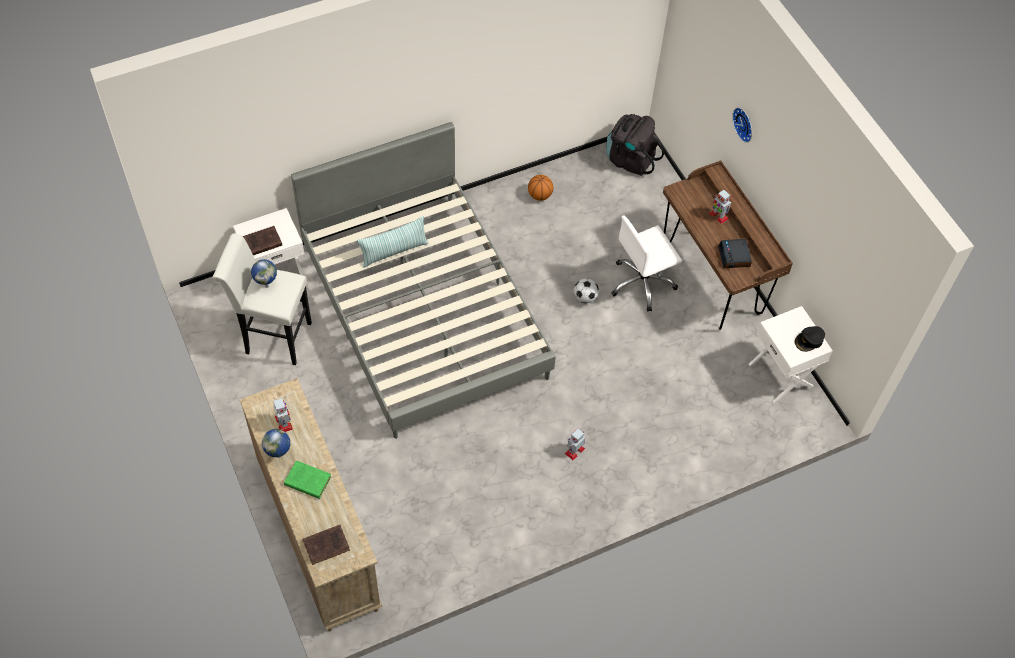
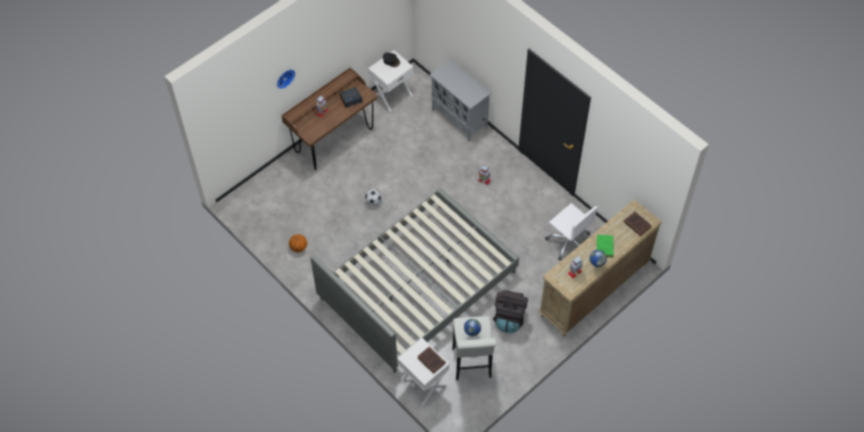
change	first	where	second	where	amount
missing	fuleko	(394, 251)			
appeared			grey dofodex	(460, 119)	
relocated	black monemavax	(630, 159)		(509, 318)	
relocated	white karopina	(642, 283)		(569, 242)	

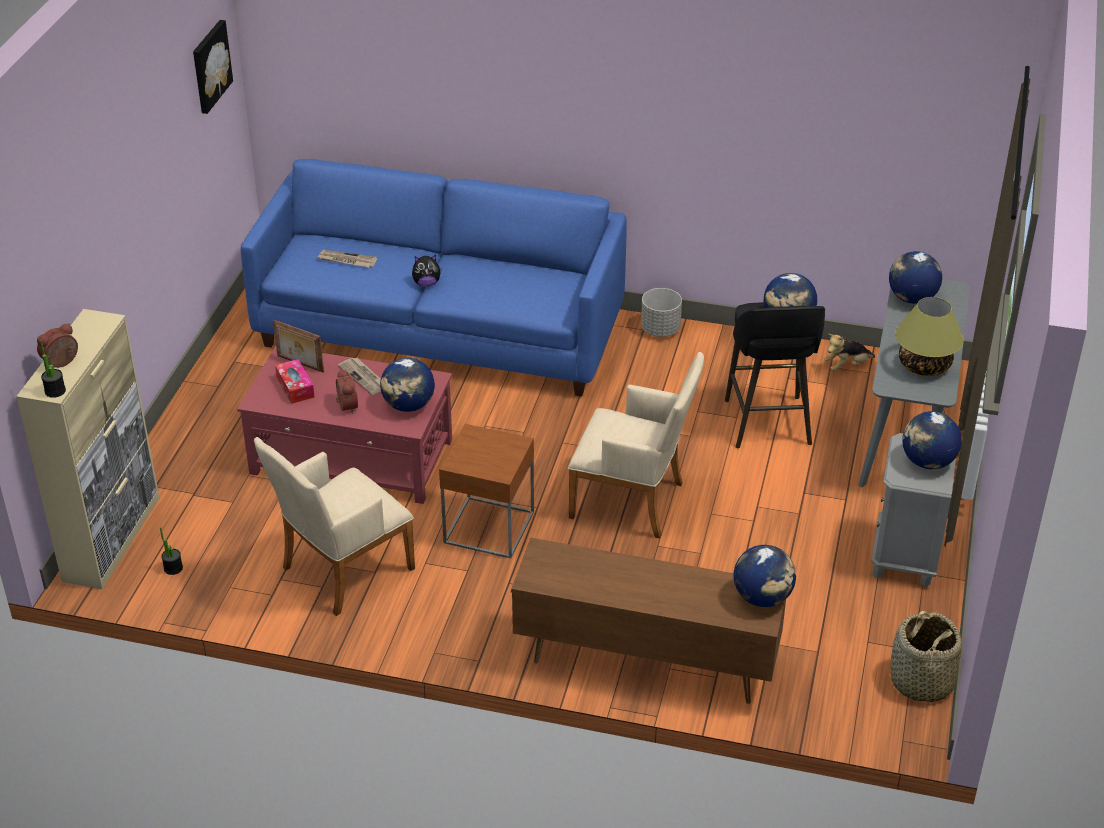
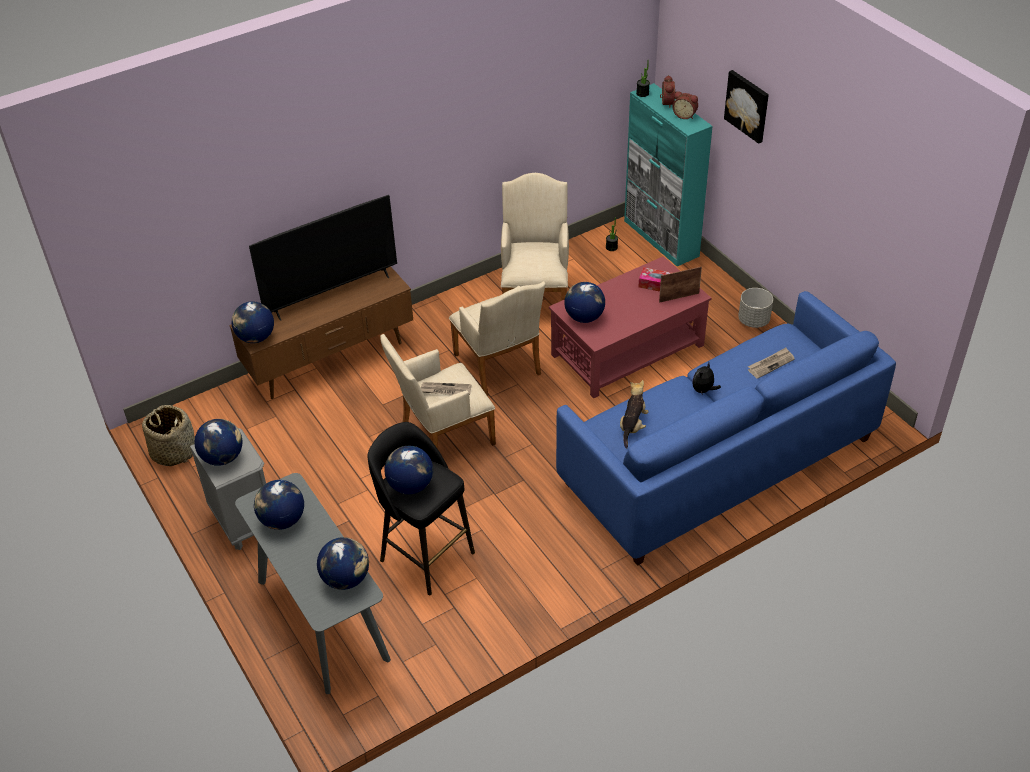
change	first	where	second	where	amount
appeared			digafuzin	(331, 294)	
relocated	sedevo	(210, 66)		(748, 105)	
relocated	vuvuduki	(345, 406)		(685, 115)	
relocated	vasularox	(364, 377)		(445, 390)	
relocated	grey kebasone	(660, 329)		(753, 321)	
relocated	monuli	(847, 366)		(632, 426)	
exchanged	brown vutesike	(489, 527)	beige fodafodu	(499, 368)	
exchanged	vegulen	(924, 365)	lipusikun	(282, 520)	
colour	beige dofodex	(112, 538)	turquoise dofodex	(661, 238)	

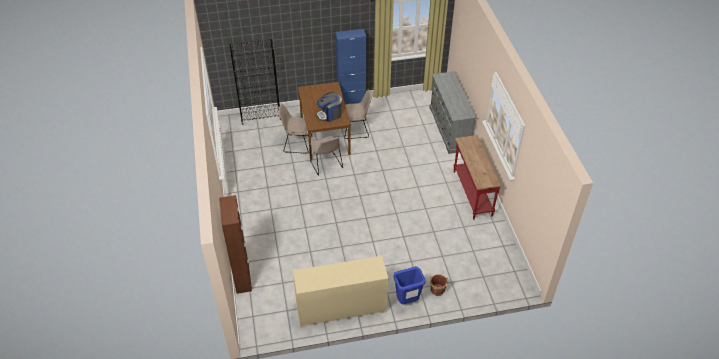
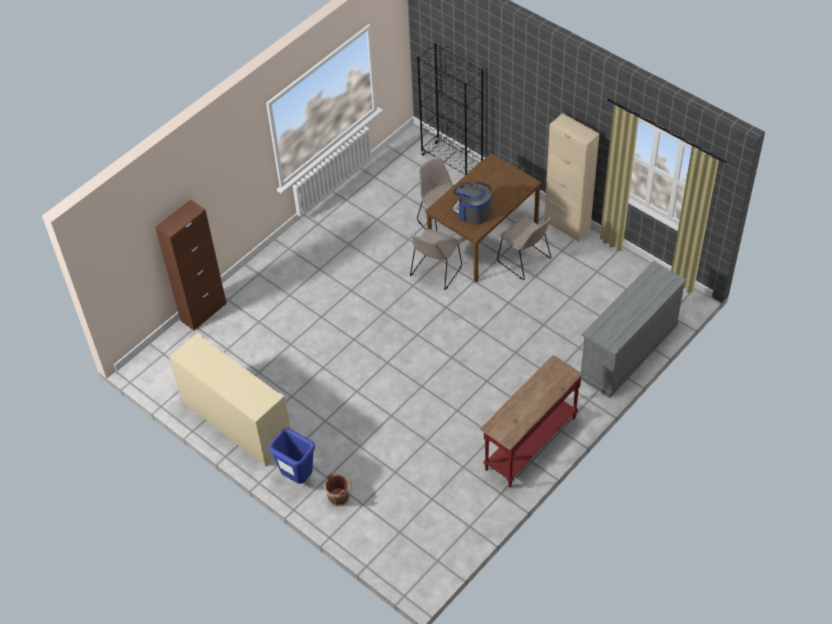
change	first	where	second	where	amount
colour	blue dofodex	(351, 103)	beige dofodex	(567, 226)	

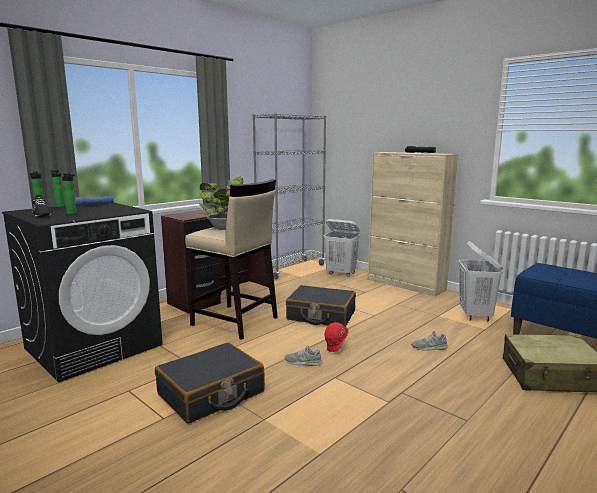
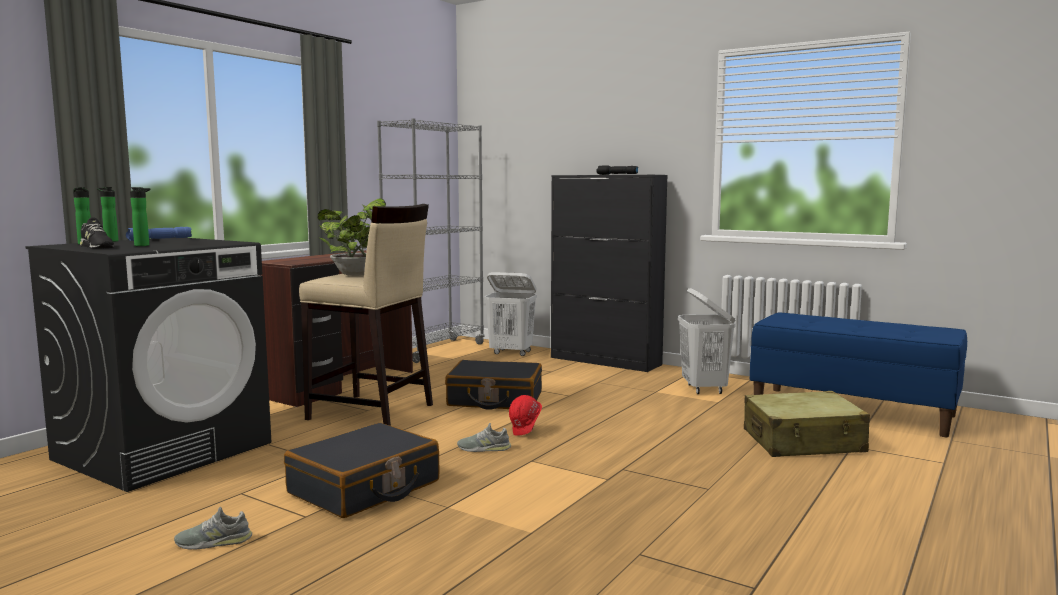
change	first	where	second	where	amount
relocated	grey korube	(429, 347)		(213, 542)	
colour	beige dofodex	(406, 285)	black dofodex	(605, 361)	

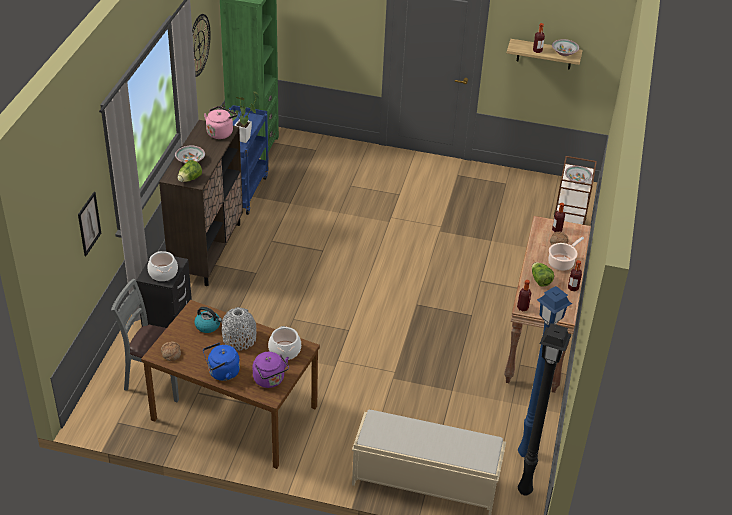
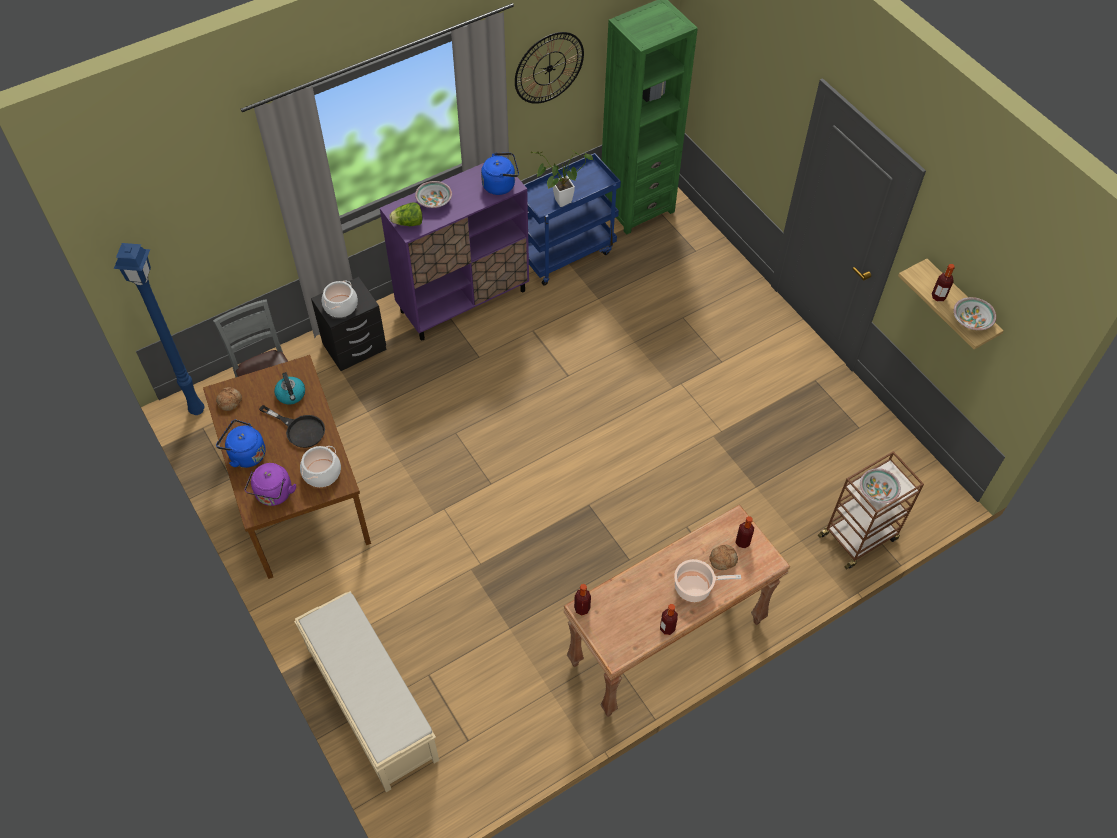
change	first	where	second	where	amount
missing	sedevo	(89, 224)			
missing	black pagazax	(525, 491)			
missing	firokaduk	(540, 280)			
relocated	blue pagazax	(524, 454)		(195, 410)	
exchanged	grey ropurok	(239, 339)	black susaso	(300, 429)	
colour	brown dofodex	(207, 250)	purple dofodex	(463, 300)	
colour	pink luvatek	(220, 132)	blue luvatek	(501, 185)	

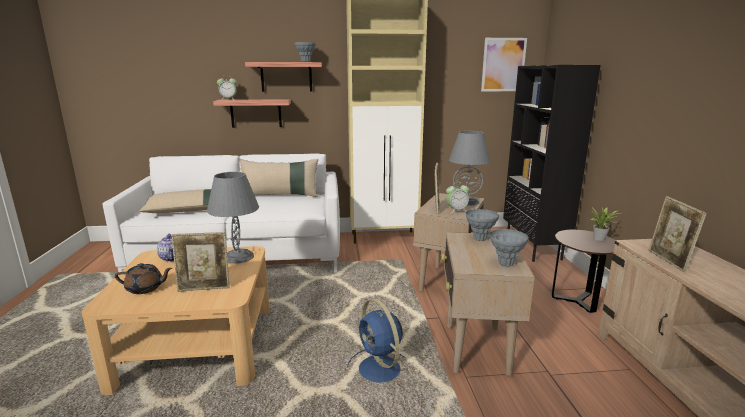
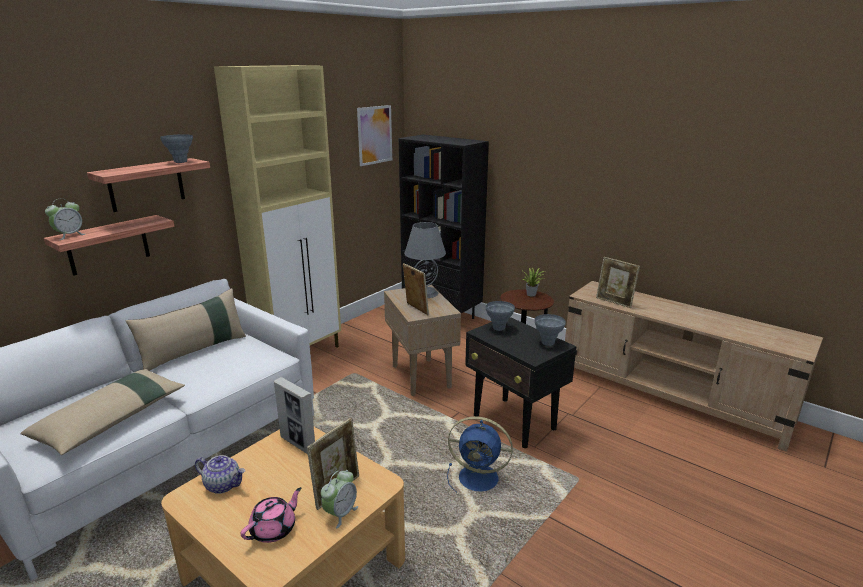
change	first	where	second	where	amount
relocated	vuvuduki	(456, 211)		(340, 513)	
exchanged	grey vegulen	(238, 257)	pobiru	(298, 443)	
colour	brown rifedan	(145, 288)	pink rifedan	(274, 529)	
colour	beige vutesike	(476, 349)	black vutesike	(514, 423)	

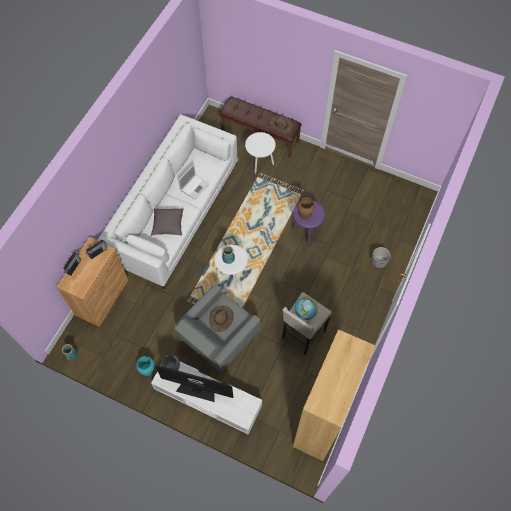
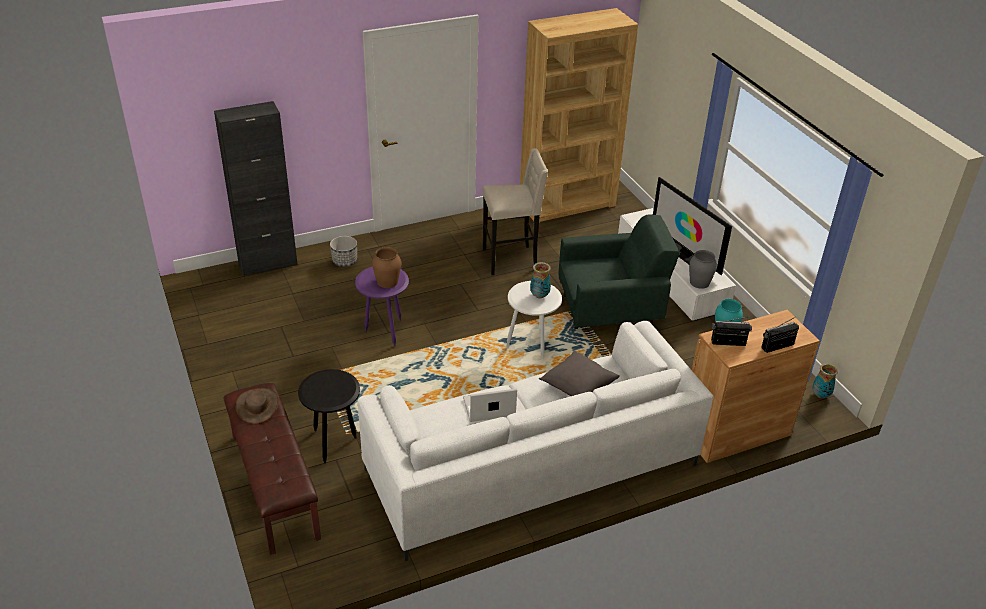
change	first	where	second	where	amount
missing	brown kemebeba	(221, 318)			
missing	lipusikun	(305, 312)			
appeared			black dofodex	(268, 264)	
colour	grey fodafodu	(217, 338)	green fodafodu	(611, 309)	
colour	white vutesike	(260, 166)	black vutesike	(334, 443)	

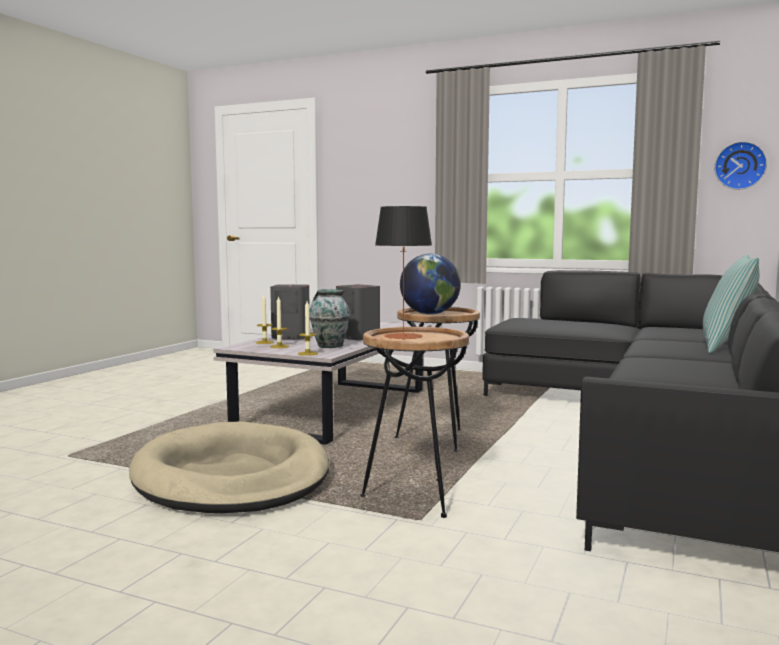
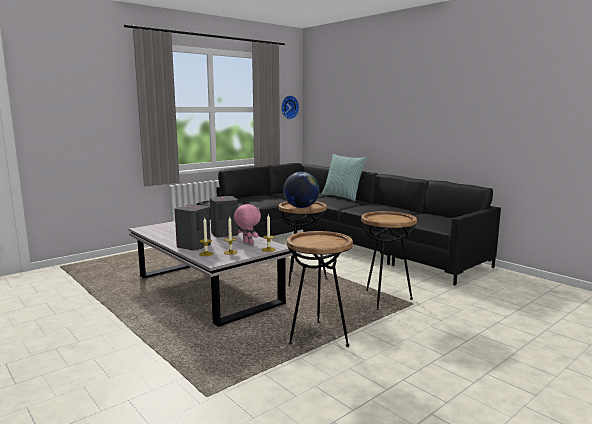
change	first	where	second	where	amount
missing	vegulen	(403, 336)			
exchanged	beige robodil	(232, 477)	brown vutesike	(318, 337)	
exchanged	ropurok	(329, 346)	pink monuli	(247, 243)	

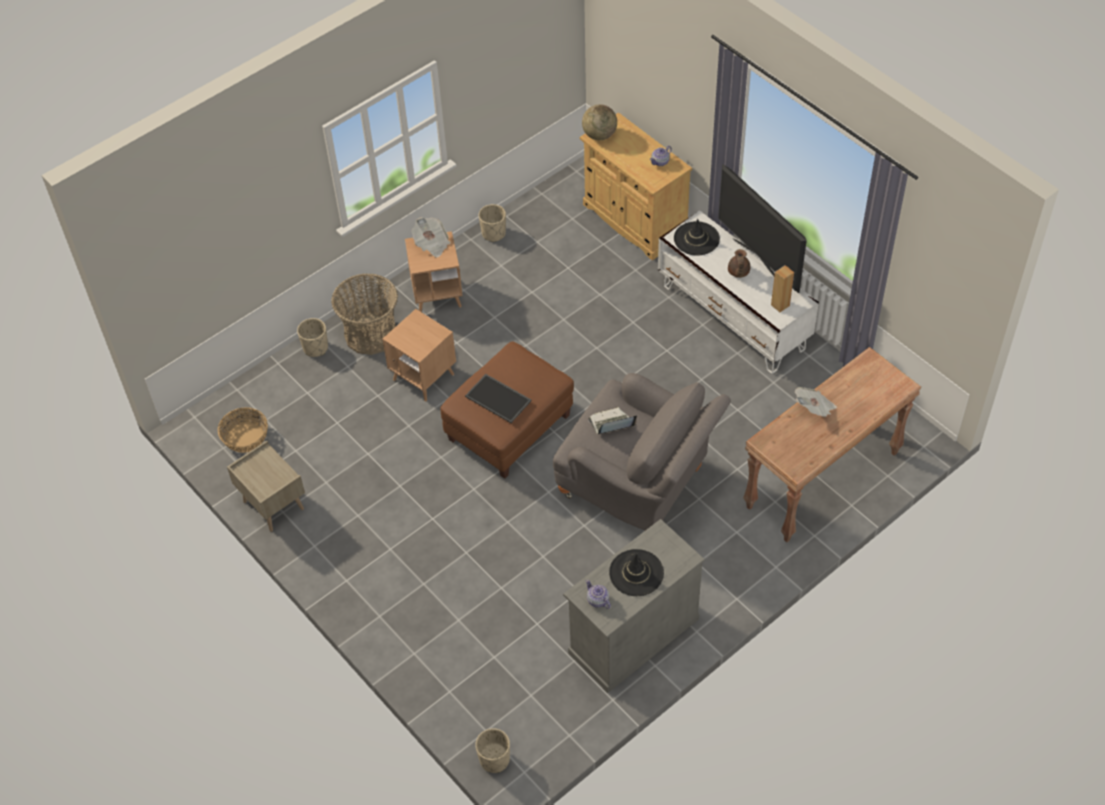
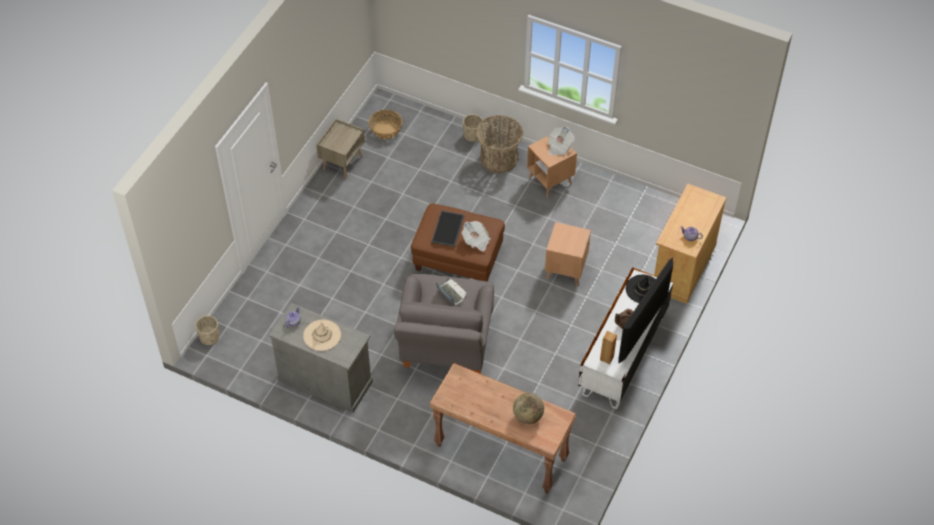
change	first	where	second	where	amount
missing	beige kebasone	(493, 233)			
relocated	brown vutesike	(423, 377)		(566, 270)	
relocated	lipusikun	(599, 135)		(528, 416)	
relocated	vasularox	(814, 408)		(476, 241)	
colour	black kemebeba	(636, 573)	beige kemebeba	(322, 335)	

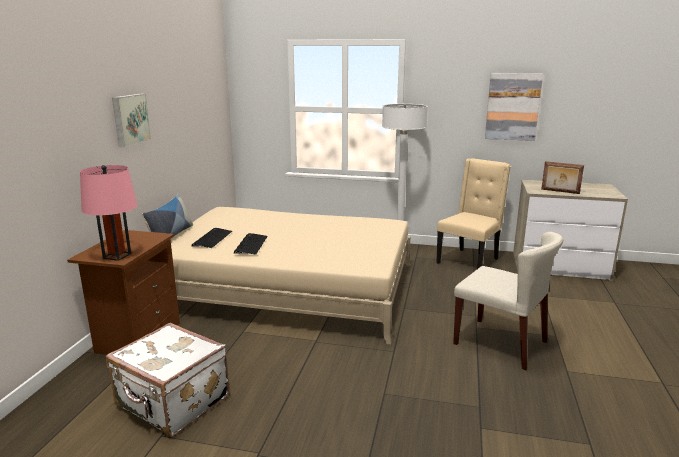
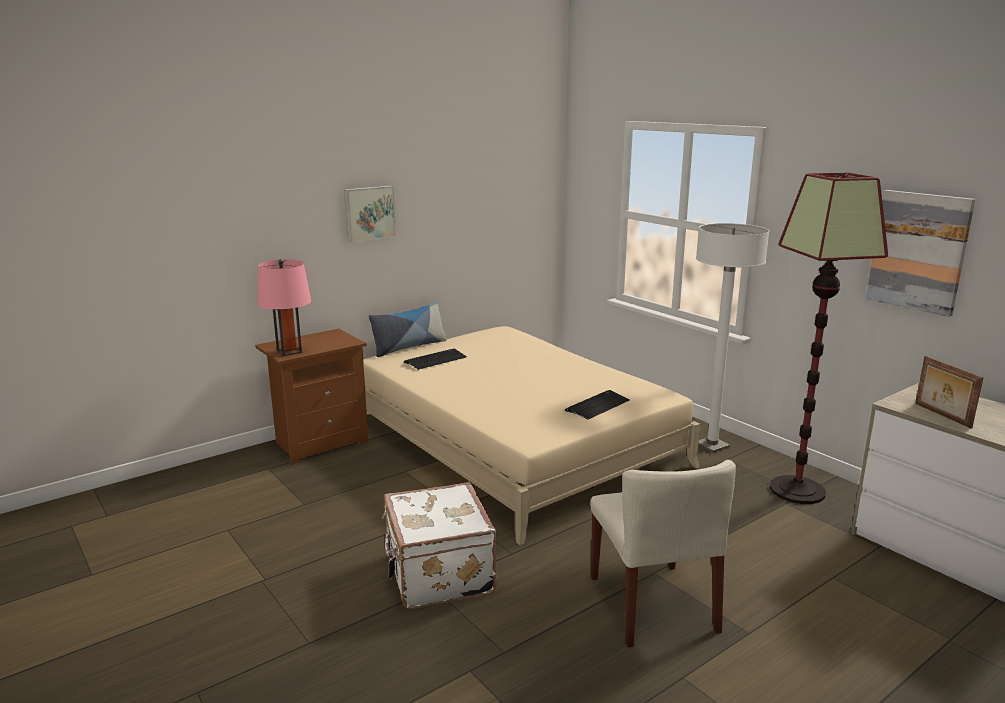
change	first	where	second	where	amount
relocated	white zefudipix	(172, 403)		(437, 574)	
relocated	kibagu	(251, 245)		(597, 405)	
exchanged	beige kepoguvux	(469, 261)	pagazax	(797, 490)	

